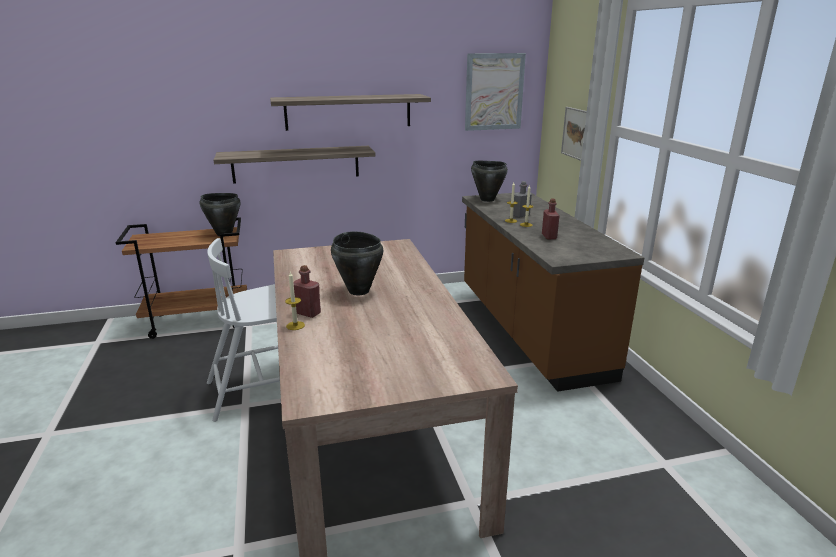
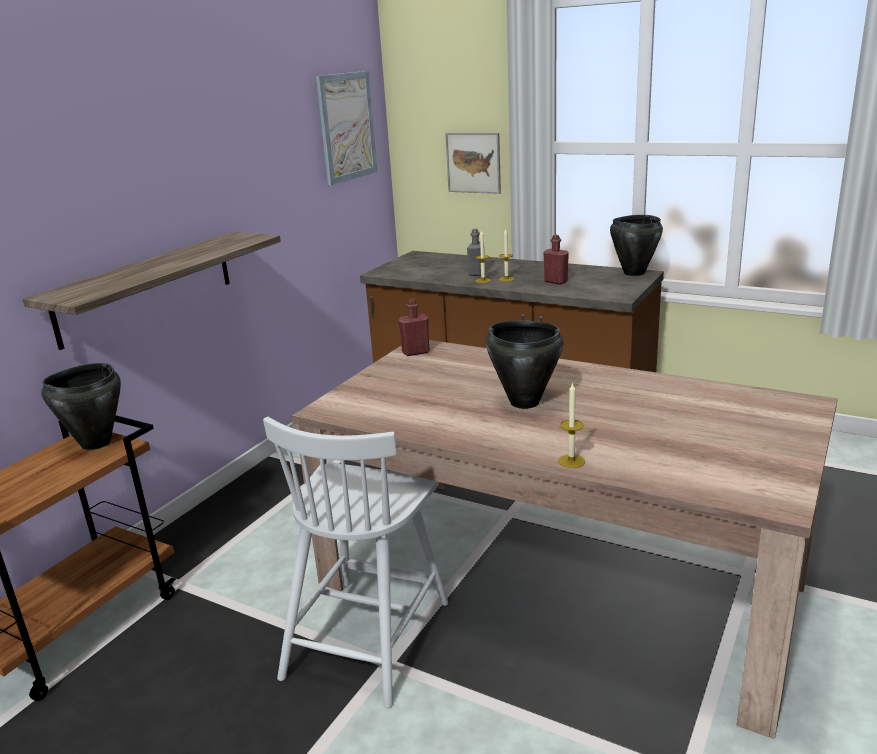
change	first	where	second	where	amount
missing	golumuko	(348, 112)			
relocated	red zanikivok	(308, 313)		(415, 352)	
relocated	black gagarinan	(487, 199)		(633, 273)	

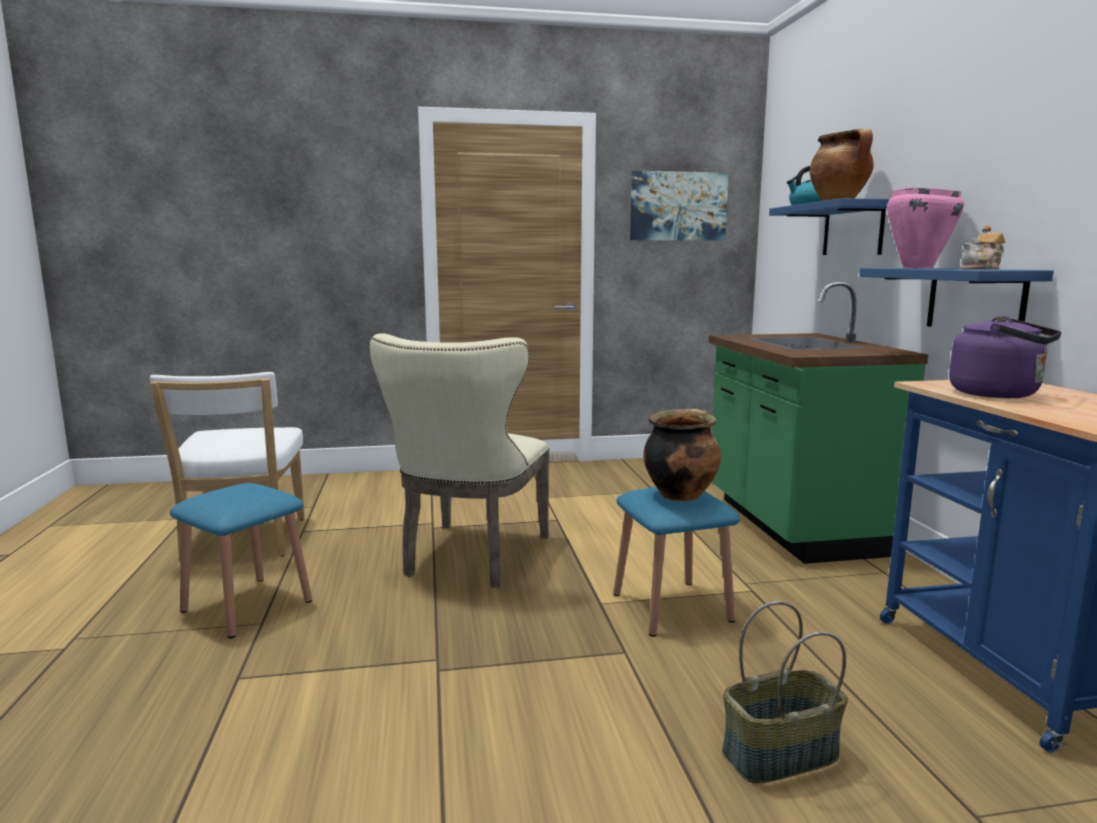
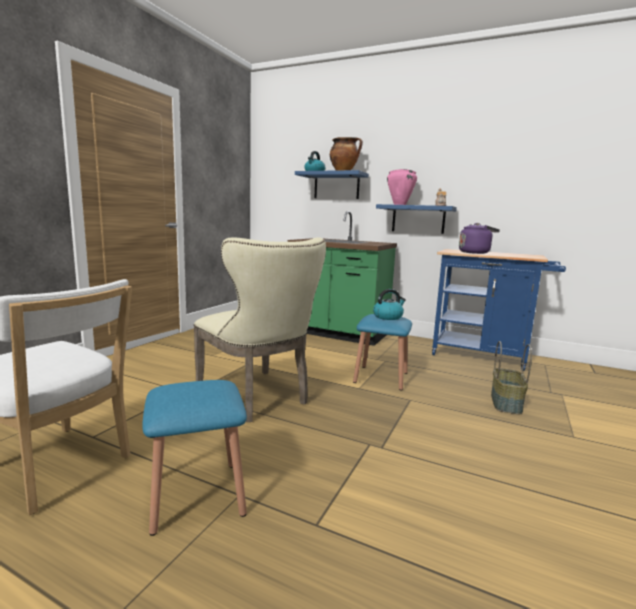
change	first	where	second	where	amount
missing	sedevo	(678, 206)			
exchanged	gagarinan	(680, 494)	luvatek	(388, 317)	

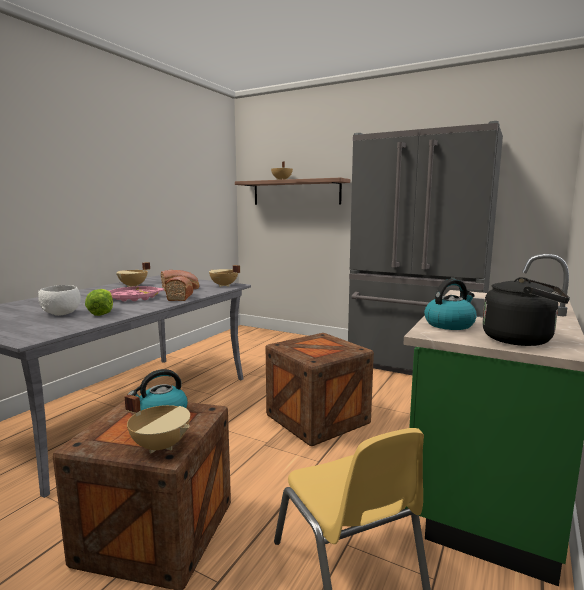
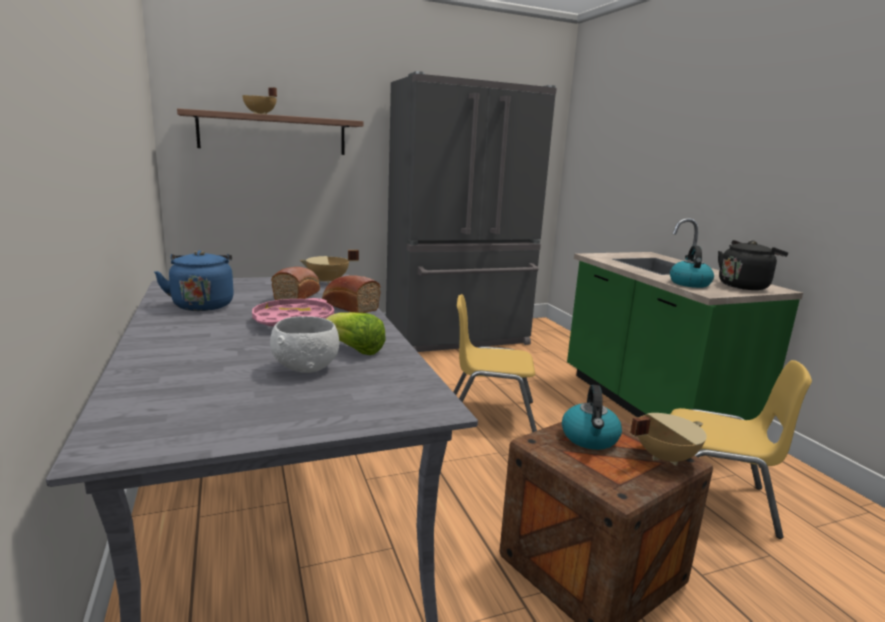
change	first	where	second	where	amount
exchanged	beige gagarinan	(133, 286)	blue luvatek	(203, 304)	
exchanged	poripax	(317, 419)	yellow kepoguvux	(490, 414)	

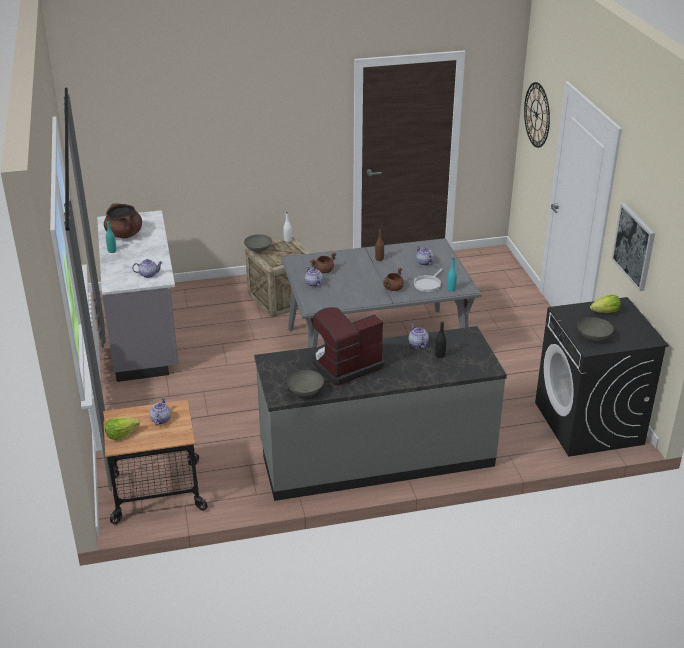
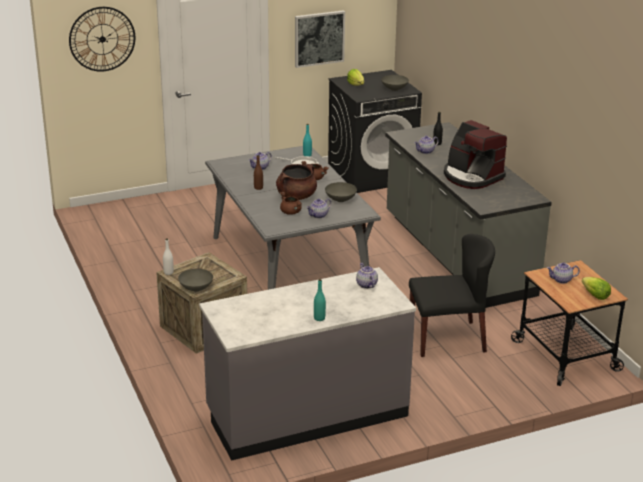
change	first	where	second	where	amount
appeared			black kepoguvux	(447, 339)	
relocated	brown gagarinan	(124, 234)		(296, 196)	
relocated	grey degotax	(305, 392)		(341, 200)	

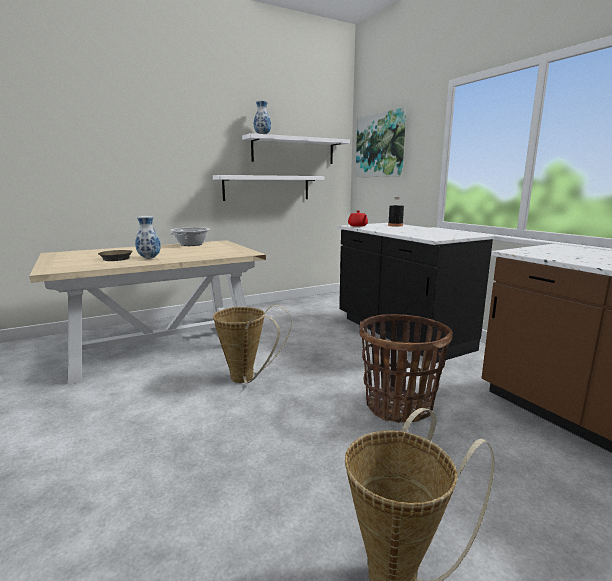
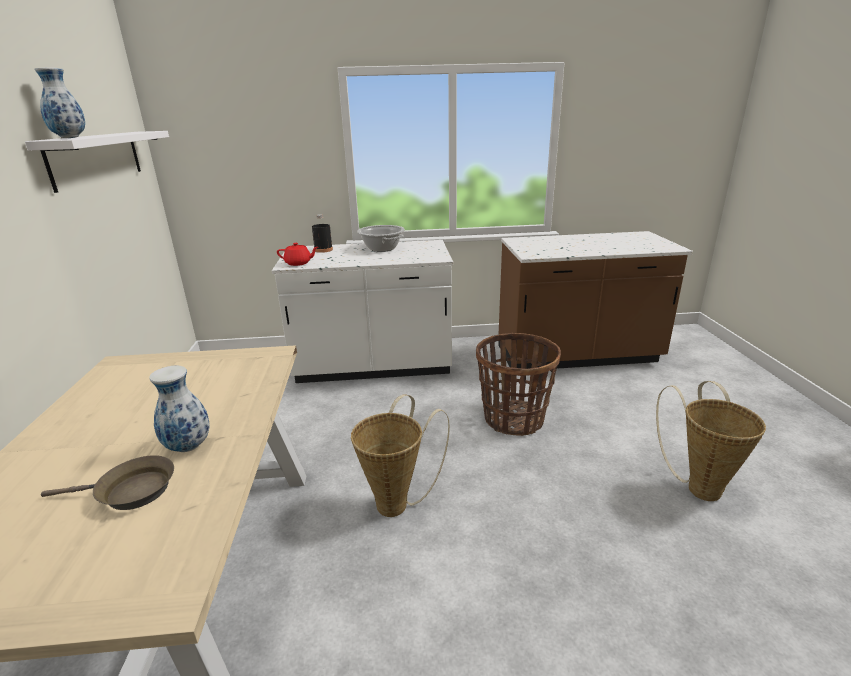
change	first	where	second	where	amount
missing	white golumuko	(267, 188)			
missing	sedevo	(380, 145)			
relocated	gagarinan	(191, 244)		(381, 248)	
colour	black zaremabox	(400, 334)	white zaremabox	(373, 367)	

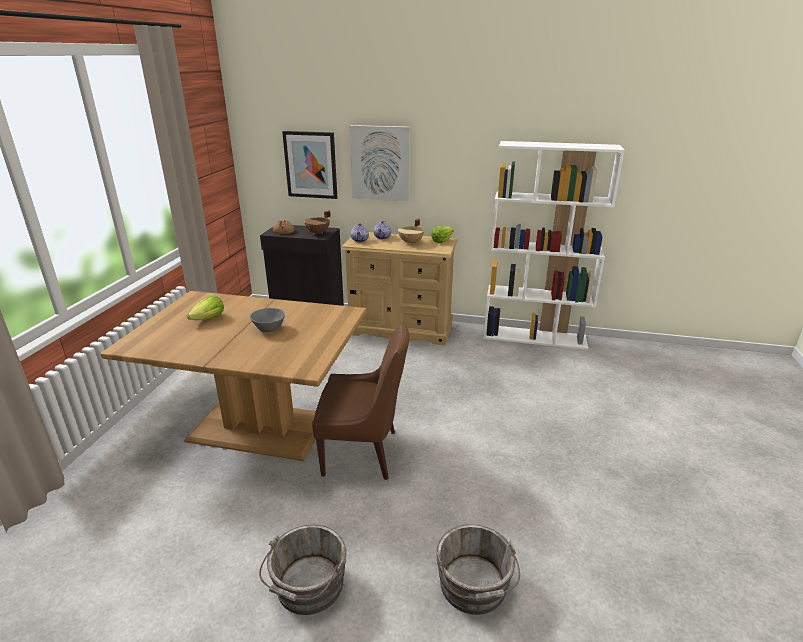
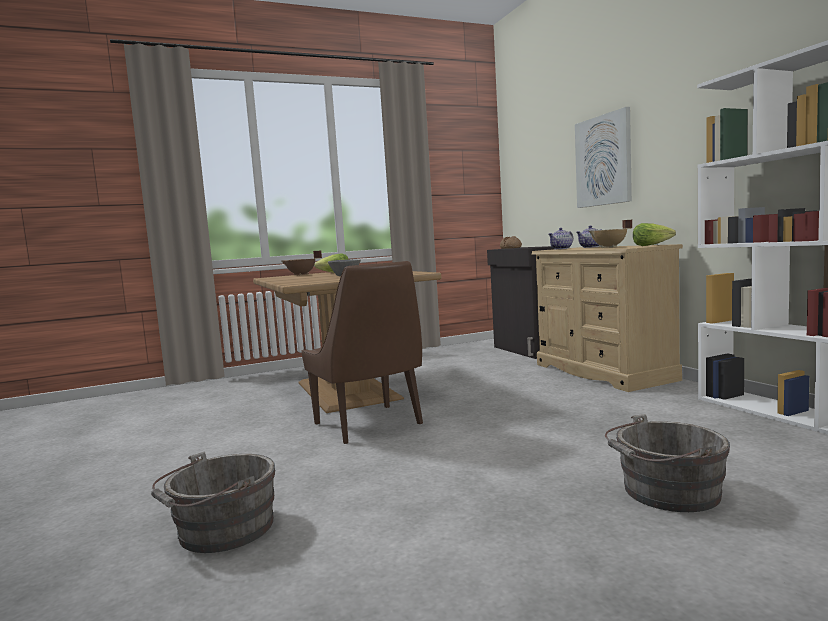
change	first	where	second	where	amount
missing	sedevo	(311, 165)			
relocated	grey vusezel	(308, 588)		(666, 492)	
relocated	brown gagarinan	(318, 233)		(301, 274)	

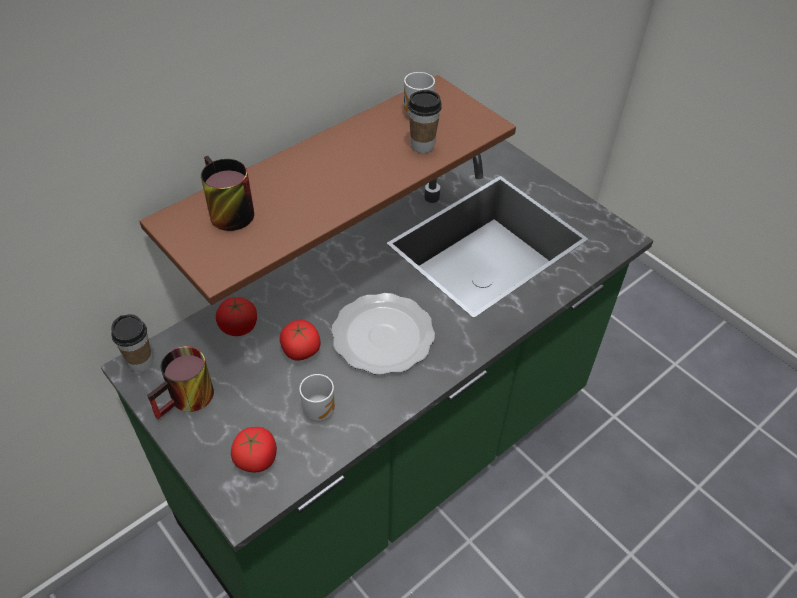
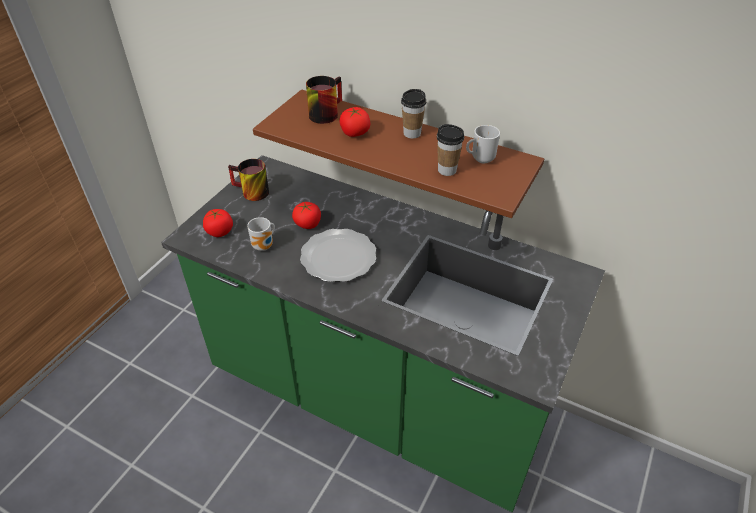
change	first	where	second	where	amount
relocated	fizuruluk	(141, 362)		(412, 133)	
relocated	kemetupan	(238, 327)		(355, 133)	

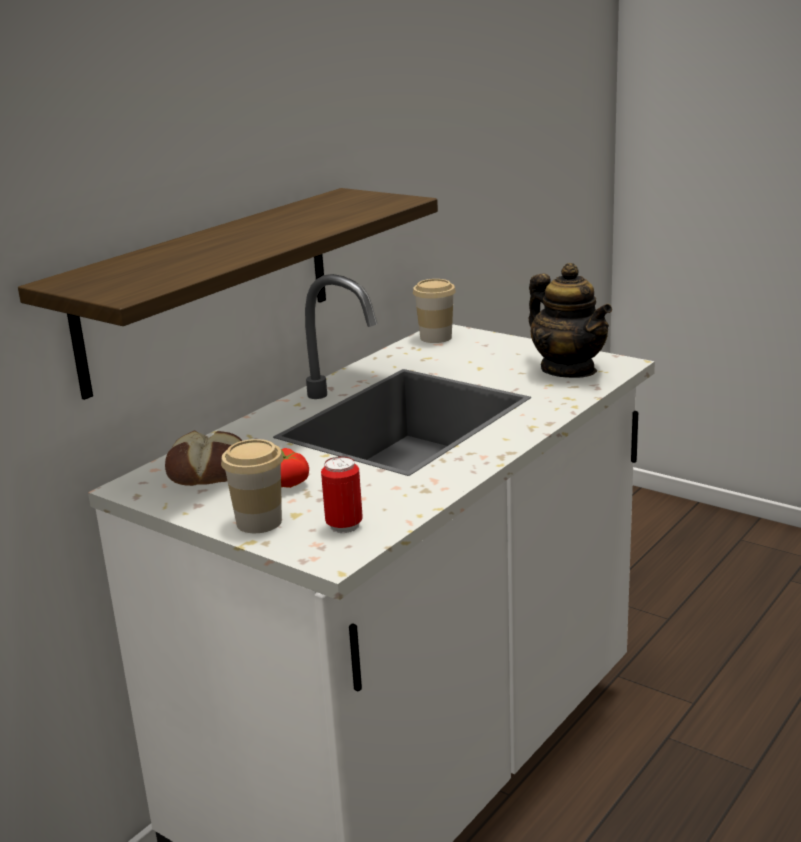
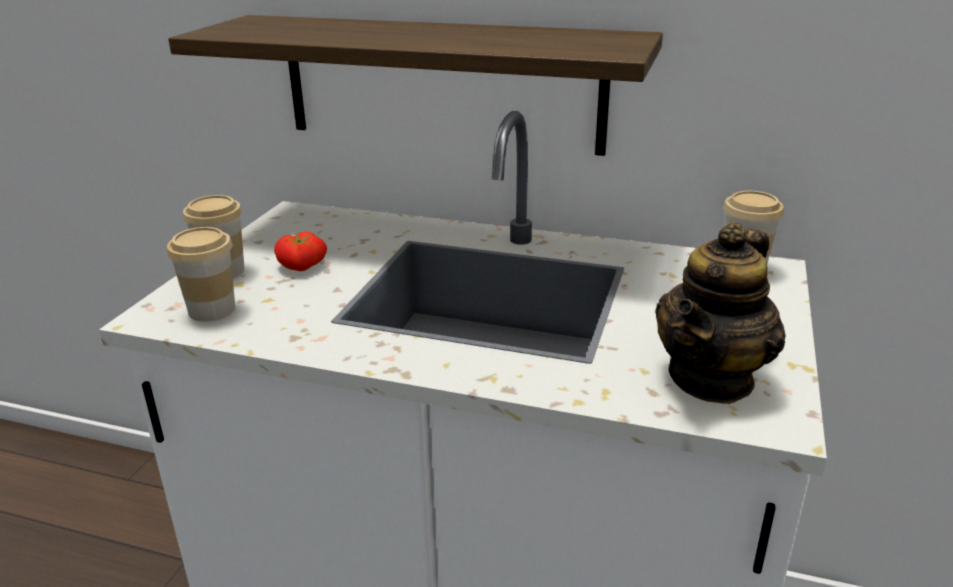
change	first	where	second	where	amount
missing	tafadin	(210, 470)			
exchanged	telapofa	(344, 526)	fizuruluk	(212, 310)	

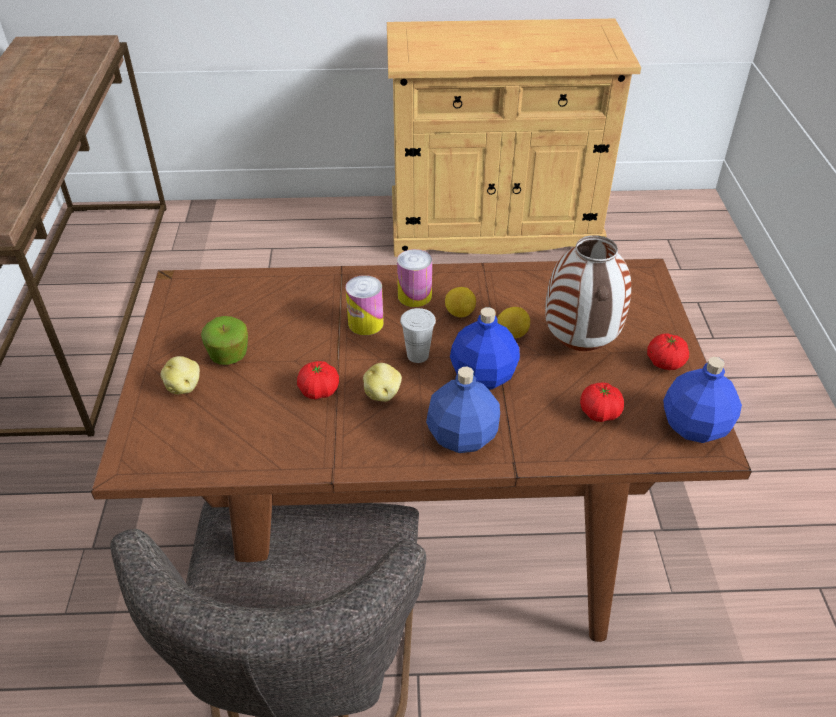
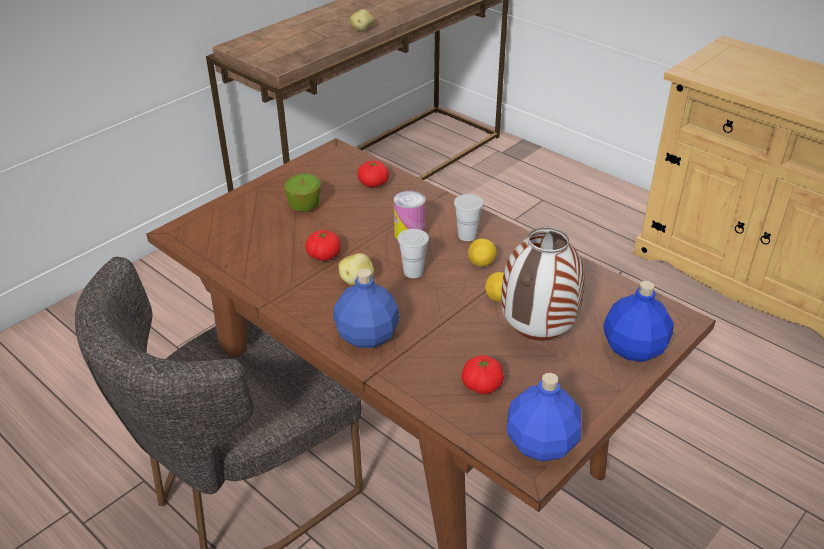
change	first	where	second	where	amount
relocated	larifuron	(184, 386)		(362, 29)	
relocated	blue zanikivok	(482, 376)		(632, 348)	
relocated	kemetupan	(665, 362)		(373, 183)	
exchanged	telapofa	(414, 296)	white fizuruluk	(467, 235)	

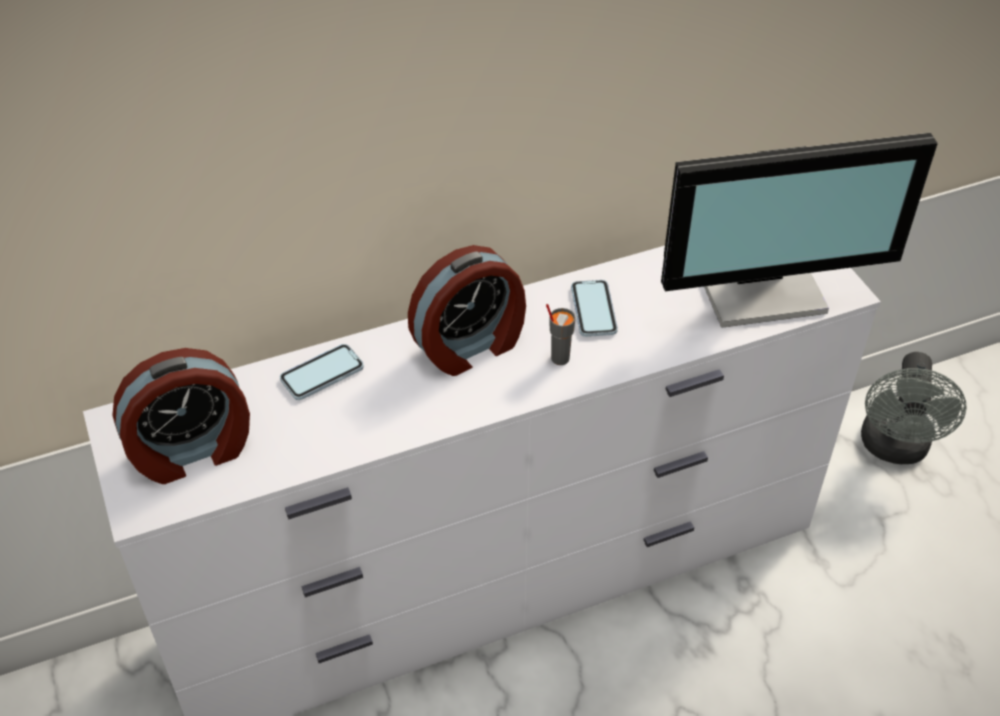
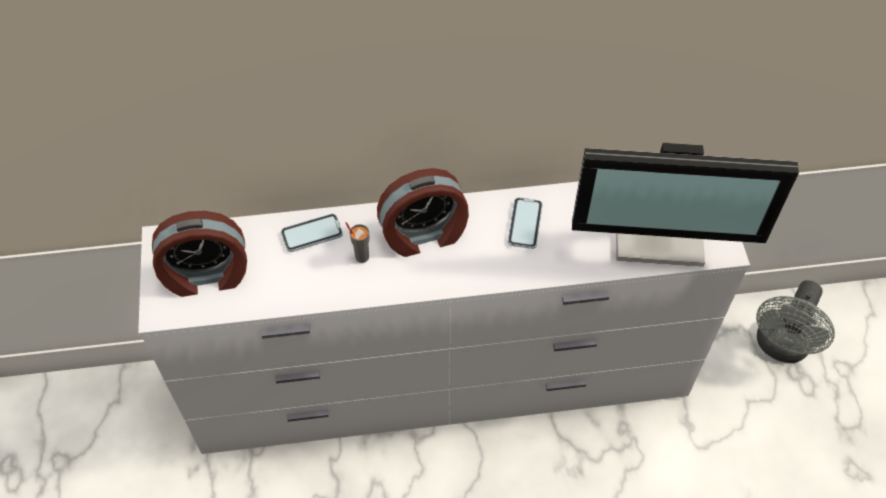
change	first	where	second	where	amount
relocated	grey fizuruluk	(559, 358)		(361, 256)	

